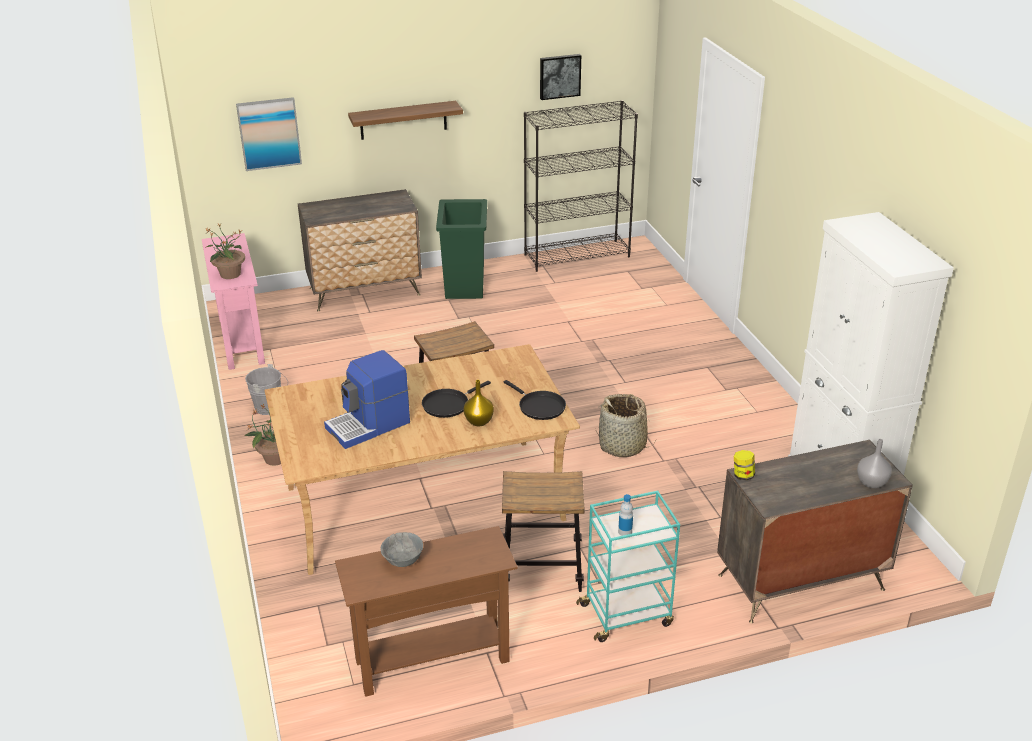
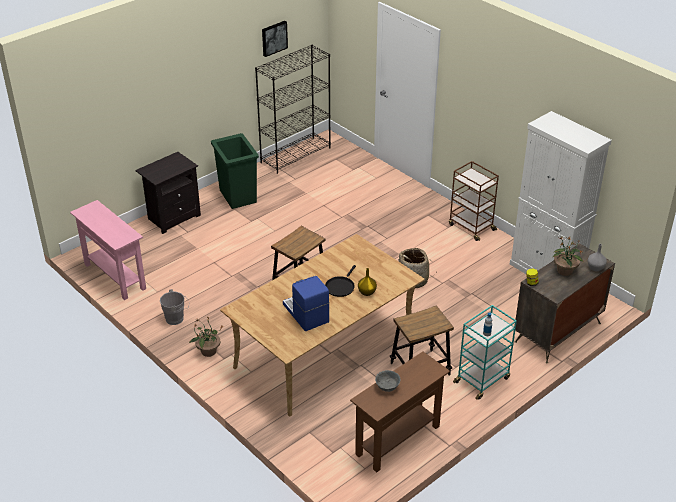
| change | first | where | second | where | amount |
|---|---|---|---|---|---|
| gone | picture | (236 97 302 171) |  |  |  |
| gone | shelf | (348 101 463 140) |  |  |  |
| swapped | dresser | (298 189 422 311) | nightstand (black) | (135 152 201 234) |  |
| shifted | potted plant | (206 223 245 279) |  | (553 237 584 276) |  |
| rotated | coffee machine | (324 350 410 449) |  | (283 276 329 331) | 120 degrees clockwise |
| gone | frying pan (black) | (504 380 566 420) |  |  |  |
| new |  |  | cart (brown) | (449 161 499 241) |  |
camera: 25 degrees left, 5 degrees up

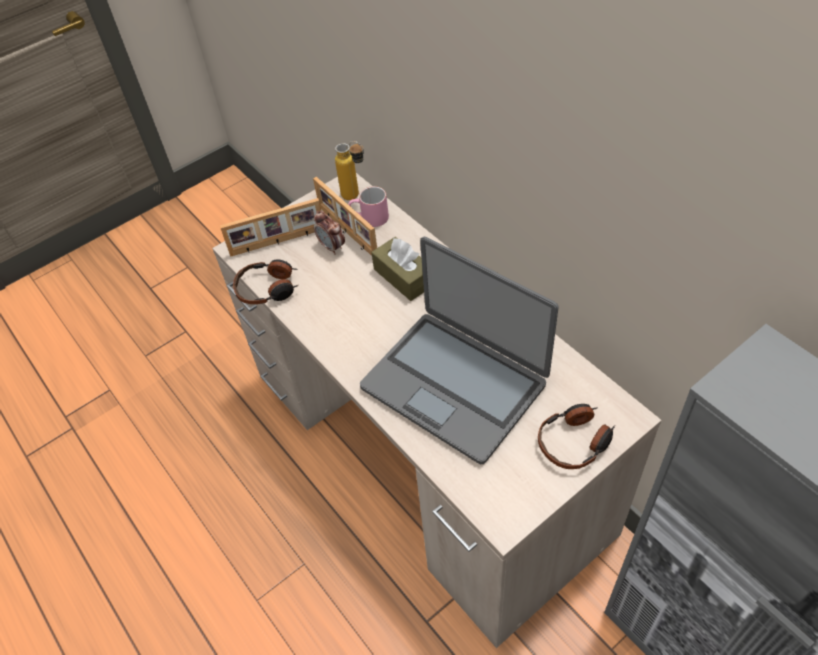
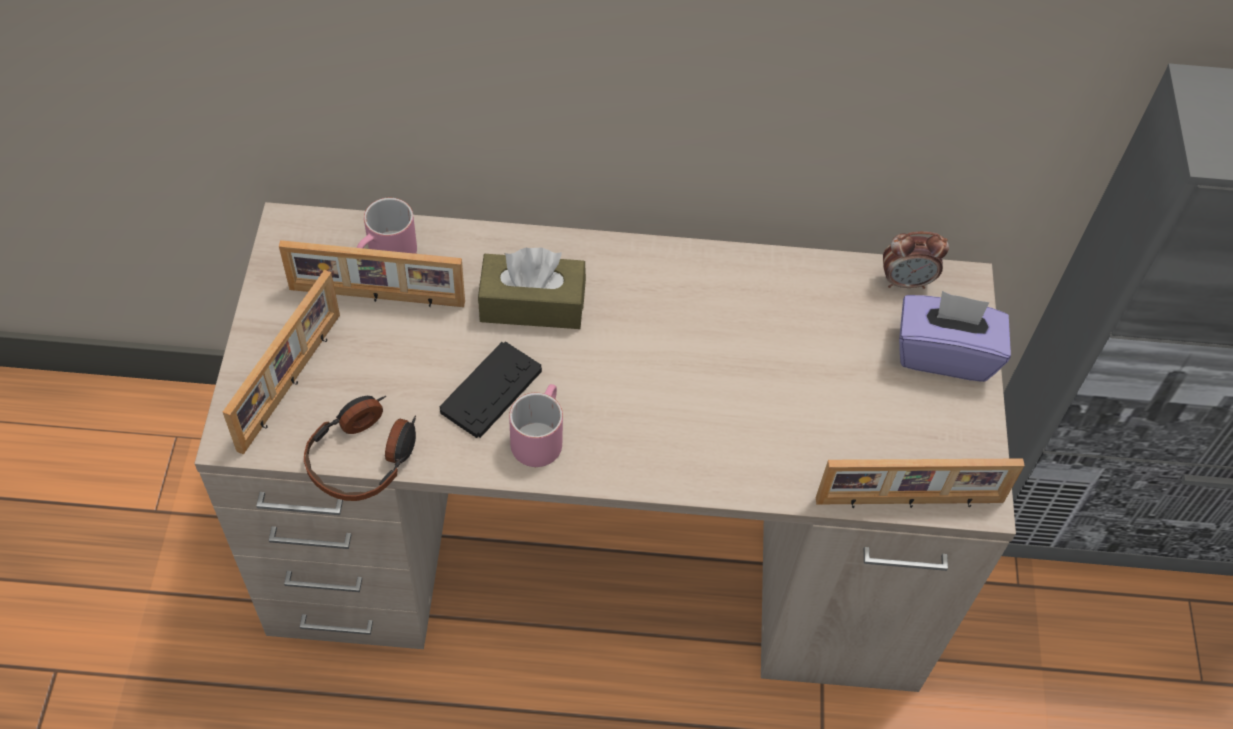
| change | first | where | second | where | amount |
|---|---|---|---|---|---|
| gone | bottle | (335 141 364 200) |  |  |  |
| shifted | alarm clock | (314 211 345 254) |  | (883 232 949 289) |  |
| gone | laptop | (360 237 559 464) |  |  |  |
| swapped | headphones | (538 404 615 469) | tissue box (purple) | (899 291 1011 382) |  |
| new |  |  | game controller (black) | (440 341 542 438) |  |
| new |  |  | mug (pink) | (509 384 563 467) |  |
| new |  |  | picture frame | (816 458 1025 508) |  |
camera: 55 degrees left, 5 degrees up

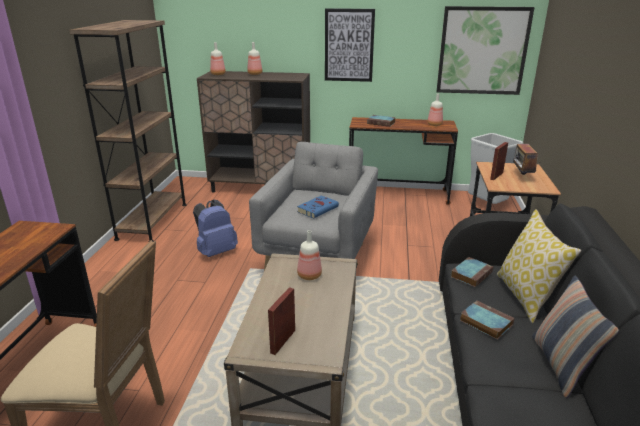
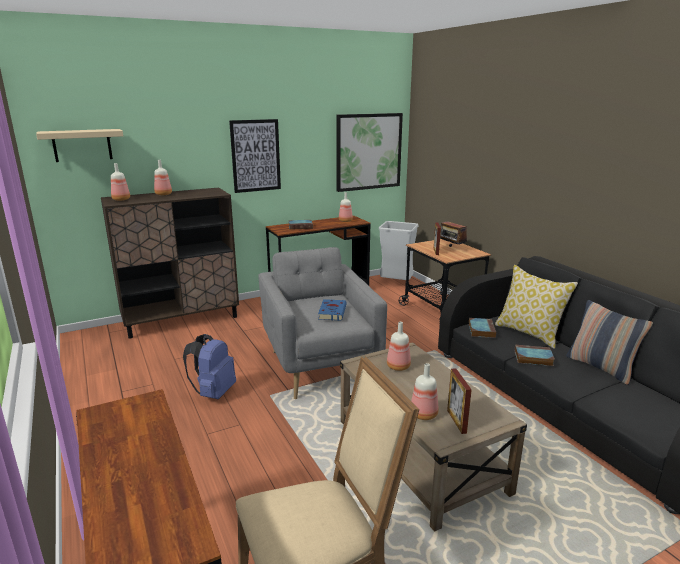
| change | first | where | second | where | amount |
|---|---|---|---|---|---|
| gone | bookcase (brown) | (69 20 187 242) |  |  |  |
| new |  |  | shelf (beige) | (36 129 123 162) |  |
| new |  |  | bottle | (411 363 439 420) |  |
camera: 35 degrees left, 5 degrees down

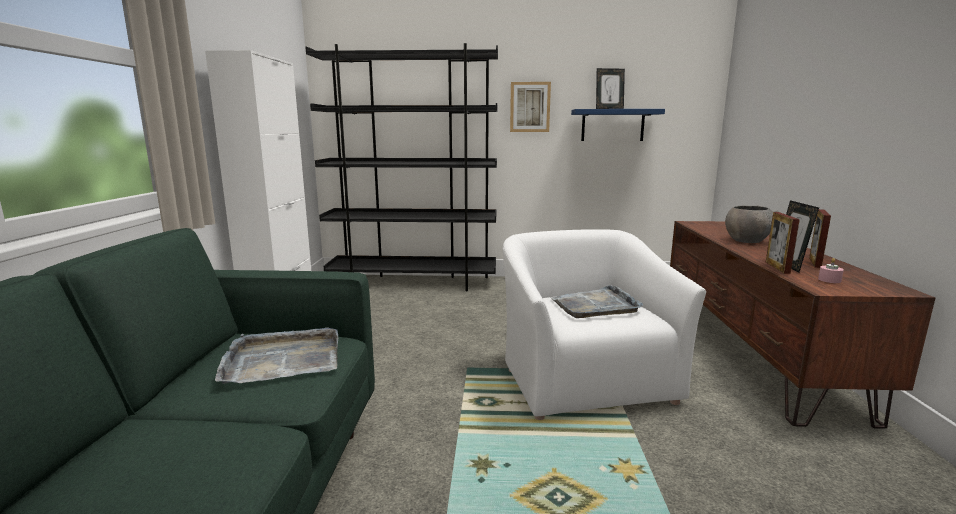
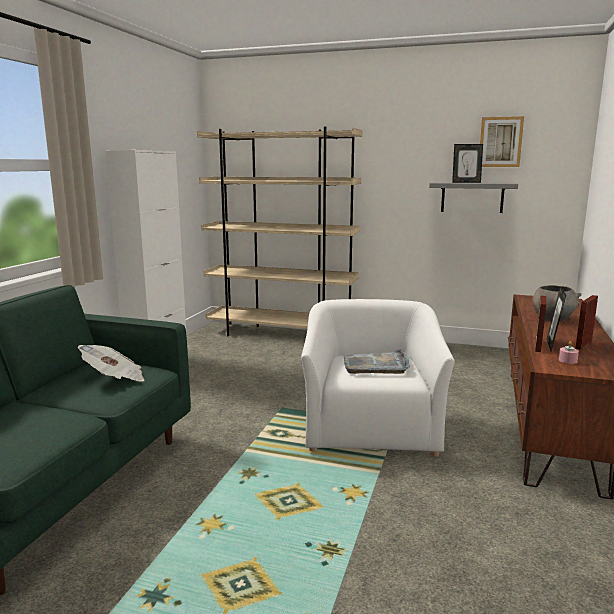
| change | first | where | second | where | amount |
|---|---|---|---|---|---|
| repainted | bookcase (black) | (306 43 498 291) | bookcase (beige) | (197 127 362 336) |  |
| shifted | picture | (510 82 551 132) |  | (480 116 524 167) |  |
| repainted | shelf (blue) | (571 109 665 141) | shelf (grey) | (429 182 518 213) |  |
| swapped | tray (grey) | (215 327 338 384) | newspaper | (78 345 144 382) |  |
camera: 15 degrees right, 0 degrees up

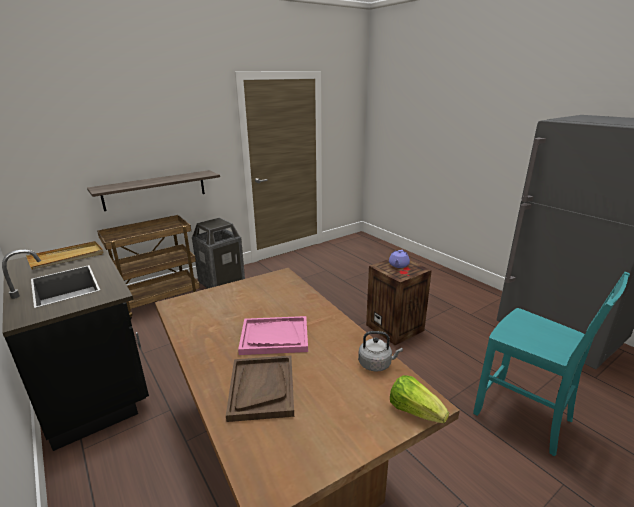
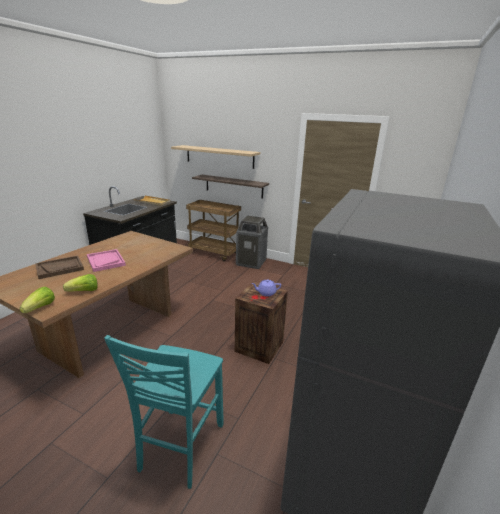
| change | first | where | second | where | amount |
|---|---|---|---|---|---|
| swapped | kettle (grey) | (358 331 403 372) | lettuce | (63 274 98 291) |  |
| new |  |  | shelf | (171 145 260 169) |  |
camera: 60 degrees right, 0 degrees up

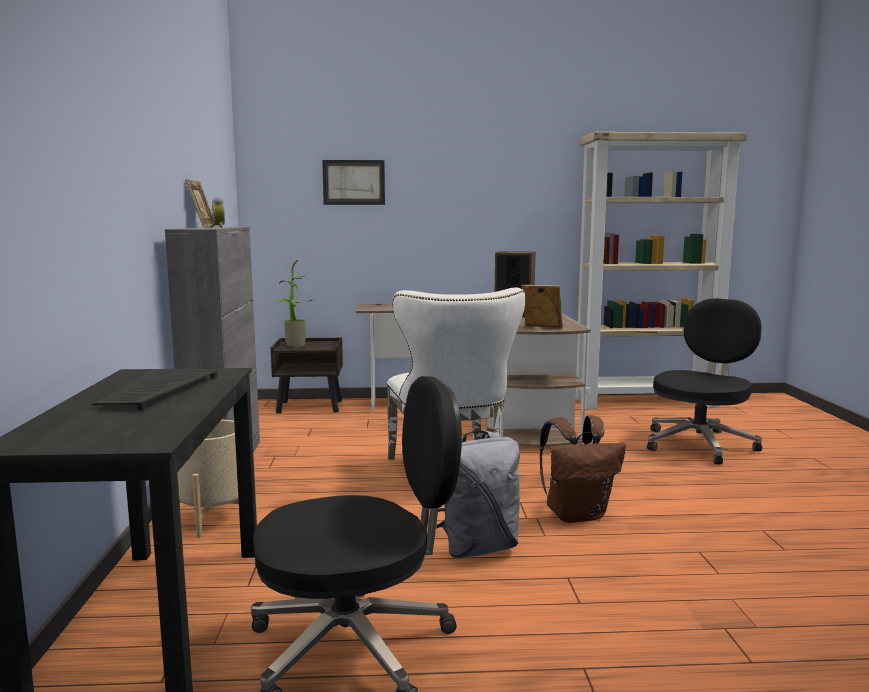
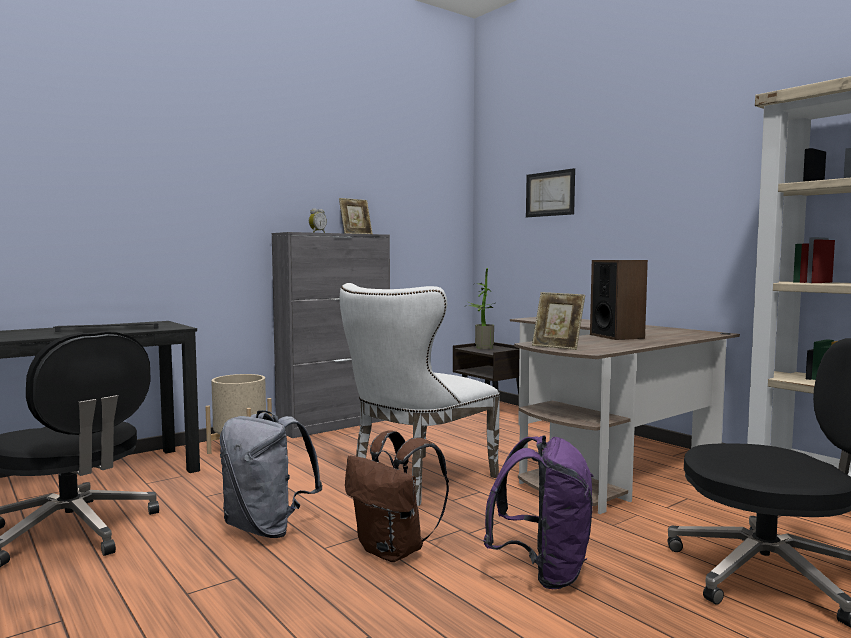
| change | first | where | second | where | amount |
|---|---|---|---|---|---|
| rotated | picture frame | (522 285 563 328) |  | (532 292 585 350) | 135 degrees clockwise |
| new |  |  | backpack (purple) | (483 435 593 589) |  |
camera: 55 degrees right, 5 degrees down

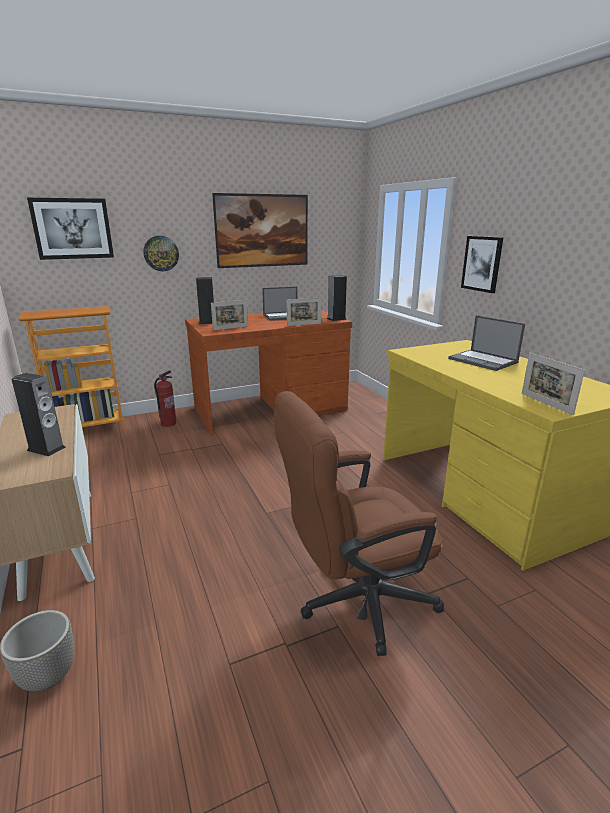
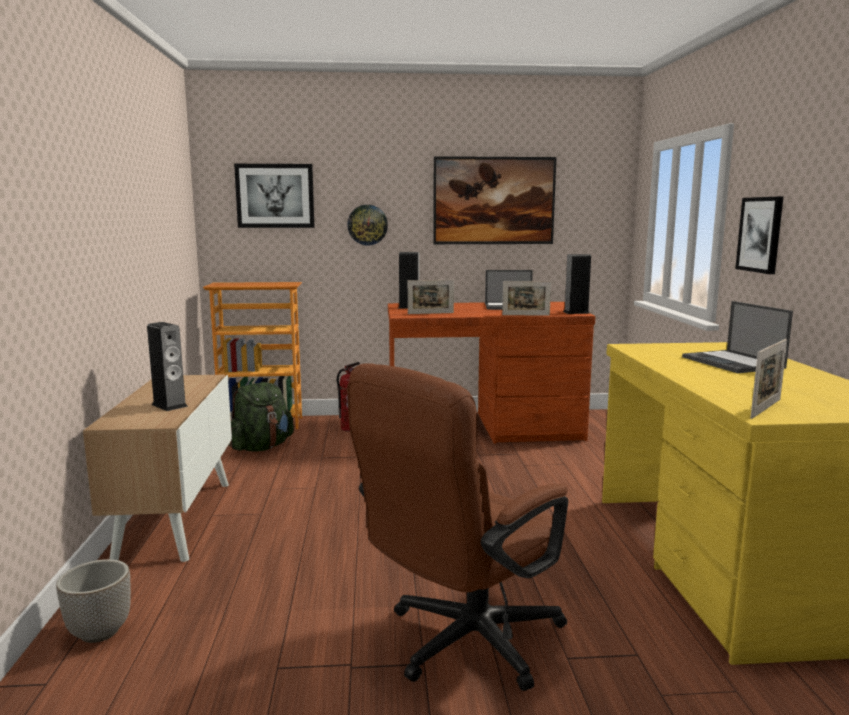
| change | first | where | second | where | amount |
|---|---|---|---|---|---|
| rotated | picture frame | (522 353 585 415) |  | (751 339 787 419) | 135 degrees counterclockwise |
| rotated | office chair (brown) | (274 391 444 656) |  | (347 363 568 691) | 45 degrees counterclockwise |
| new |  |  | backpack (green) | (229 382 294 452) |  |
camera: 20 degrees right, 10 degrees down

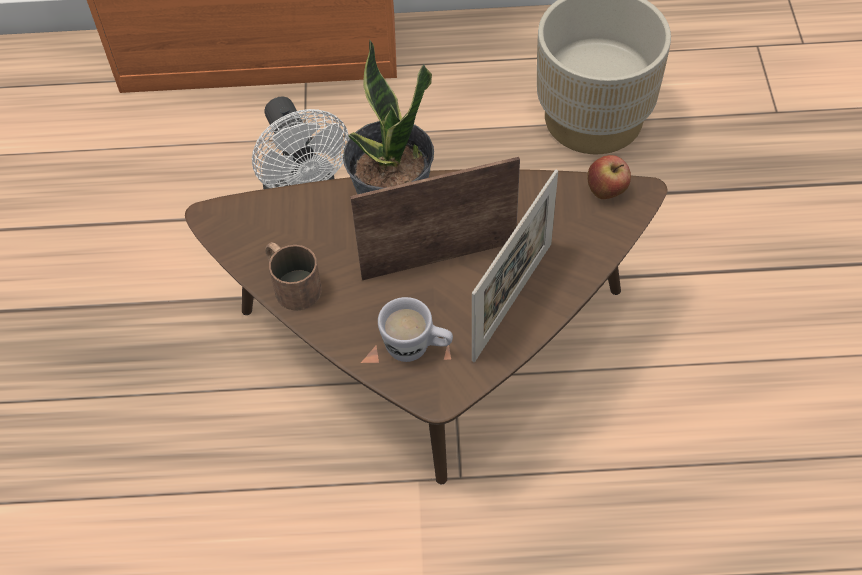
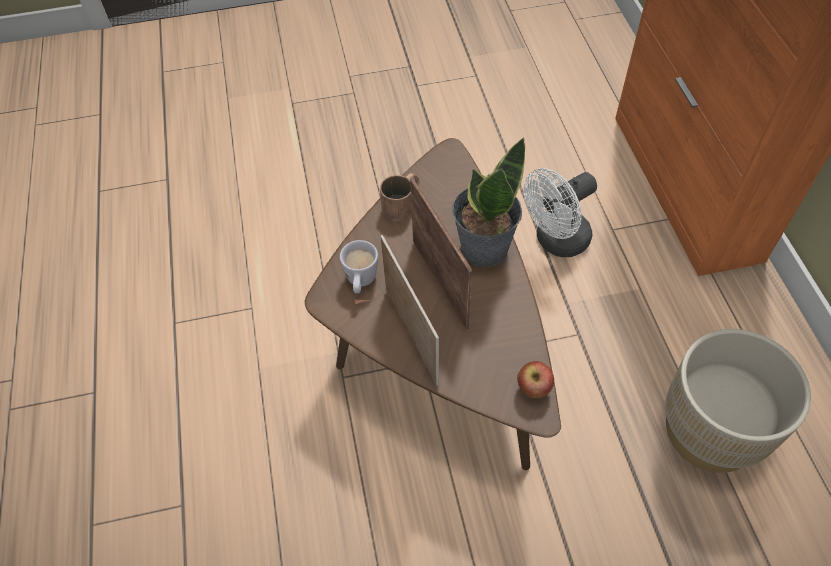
| change | first | where | second | where | amount |
|---|---|---|---|---|---|
| rotated | picture frame | (472 169 558 362) |  | (380 235 439 386) | 135 degrees counterclockwise |
camera: 80 degrees right, 0 degrees up

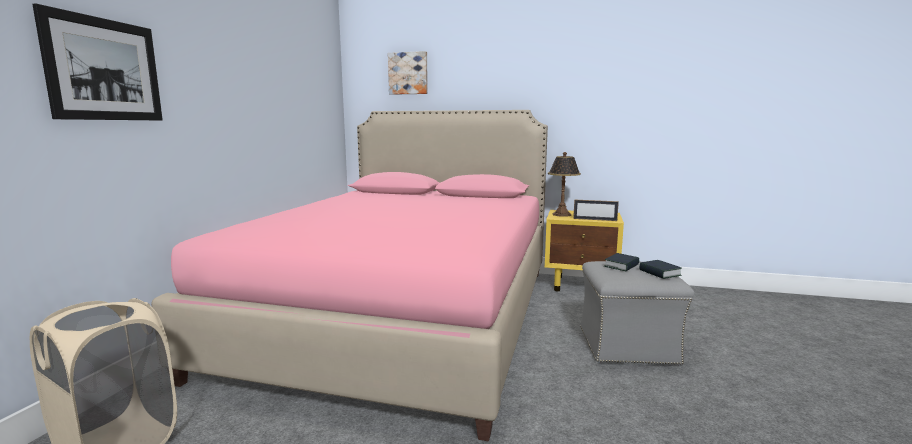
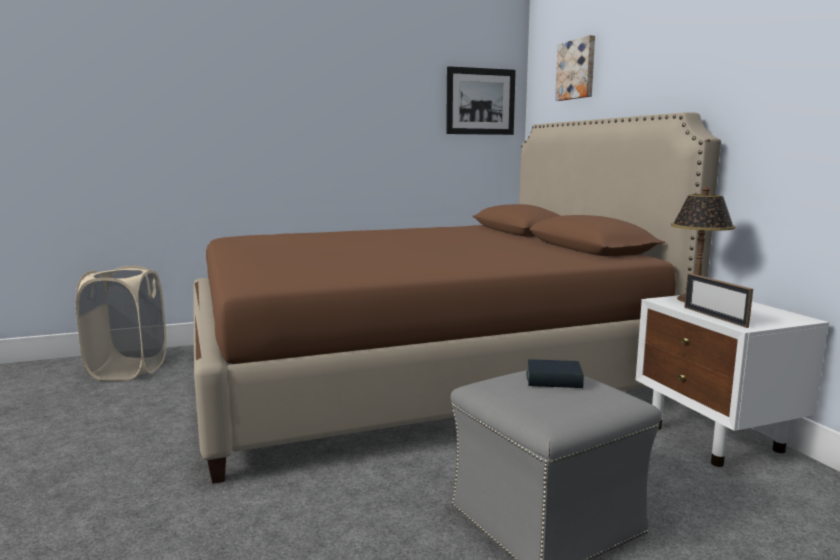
| change | first | where | second | where | amount |
|---|---|---|---|---|---|
| shifted | picture | (32 3 163 120) |  | (446 66 516 135) |  |
| repainted | bed (pink) | (151 110 548 442) | bed (brown) | (193 112 721 484) |  |
| repainted | nightstand (yellow) | (545 210 624 291) | nightstand (white) | (636 295 829 467) |  |
| gone | book | (639 260 682 279) |  |  |  |
camera: 55 degrees right, 0 degrees up

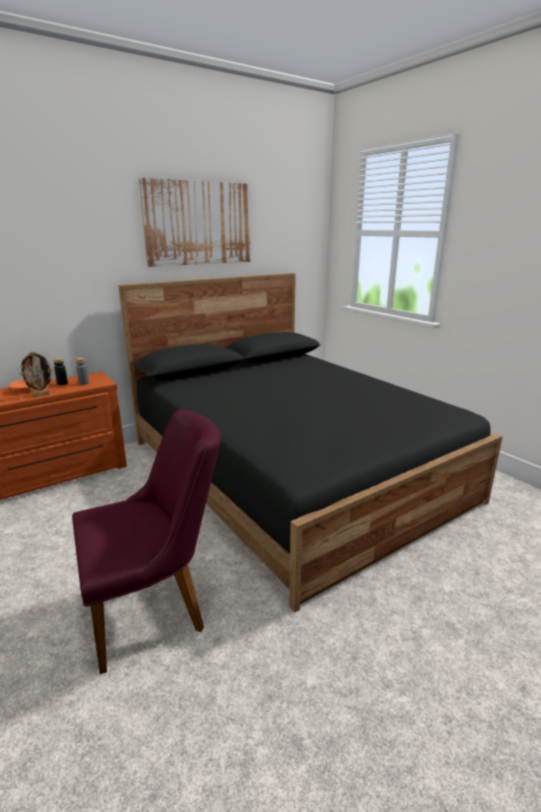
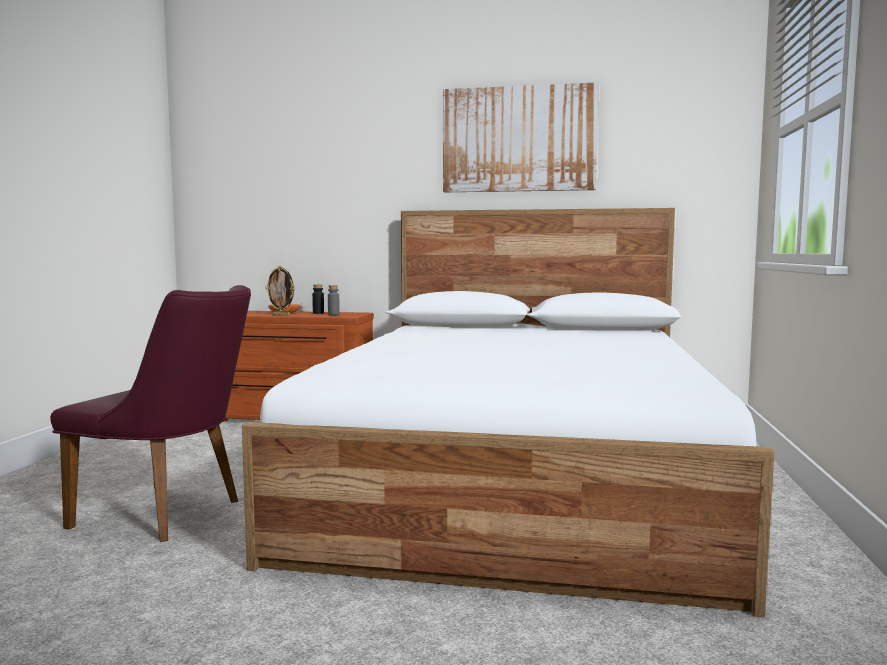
| change | first | where | second | where | amount |
|---|---|---|---|---|---|
| repainted | bed (black) | (118 273 503 612) | bed (white) | (242 208 774 617) |  |
camera: 45 degrees right, 15 degrees down

